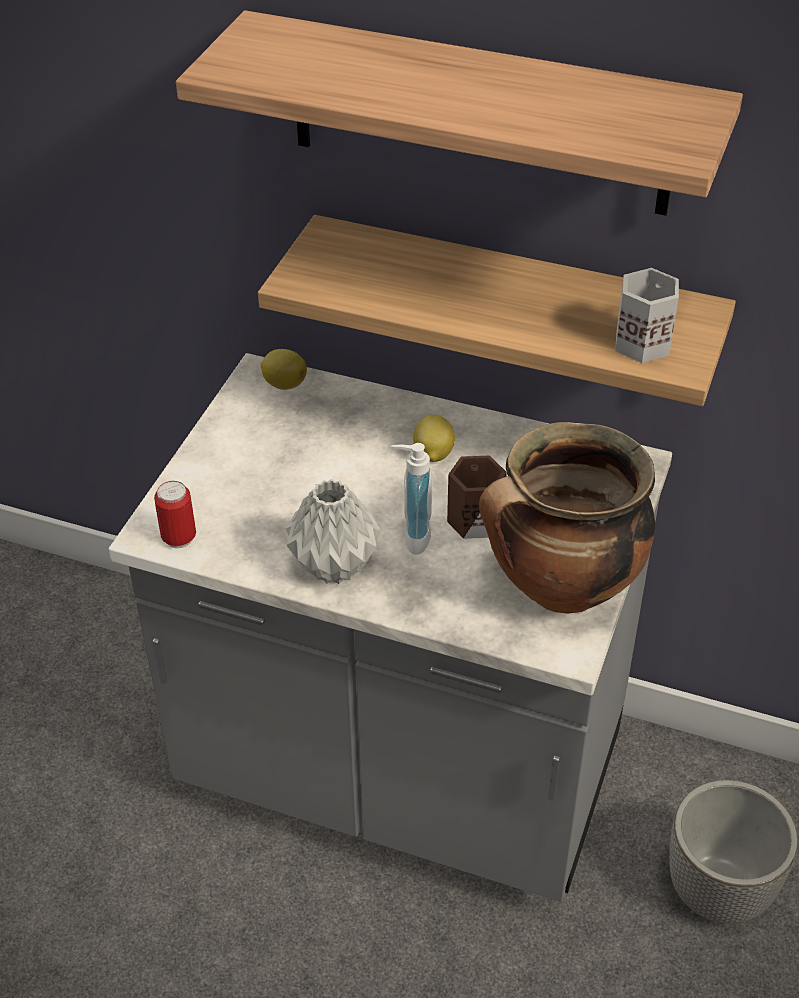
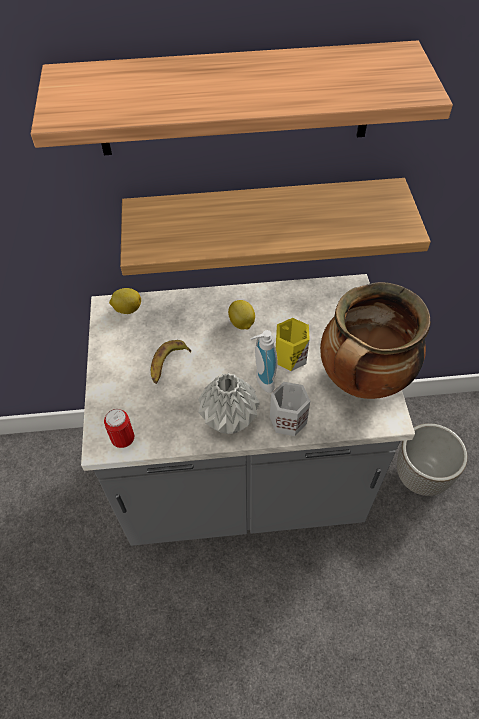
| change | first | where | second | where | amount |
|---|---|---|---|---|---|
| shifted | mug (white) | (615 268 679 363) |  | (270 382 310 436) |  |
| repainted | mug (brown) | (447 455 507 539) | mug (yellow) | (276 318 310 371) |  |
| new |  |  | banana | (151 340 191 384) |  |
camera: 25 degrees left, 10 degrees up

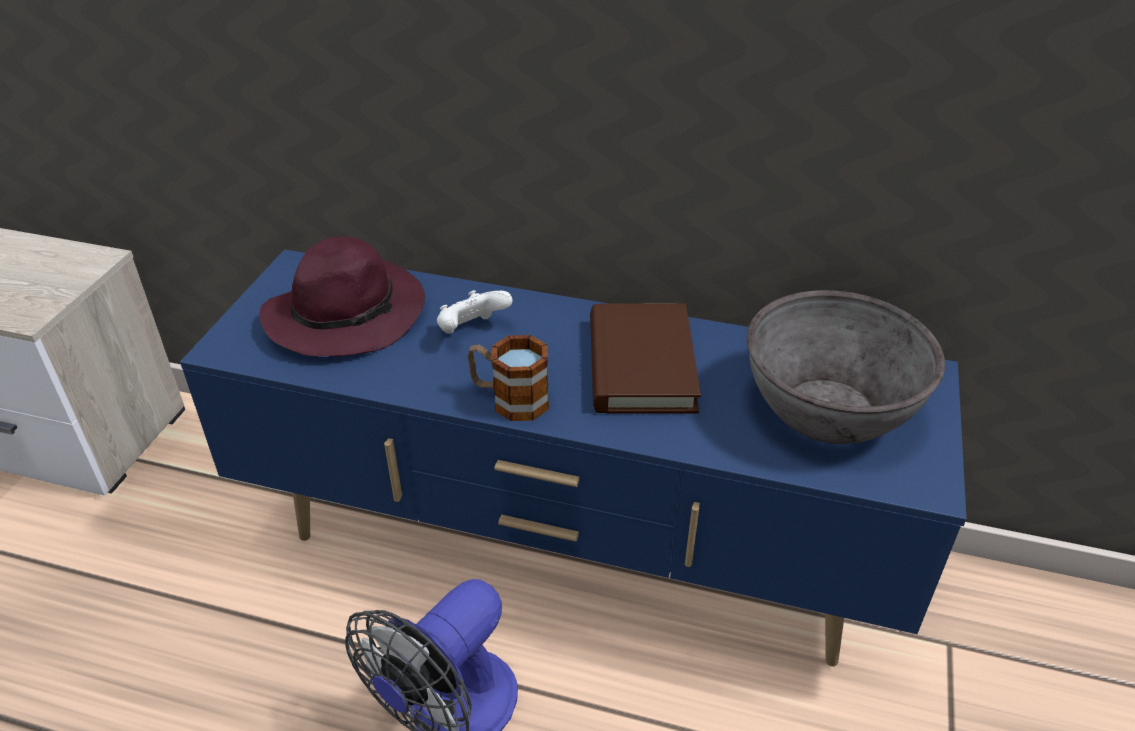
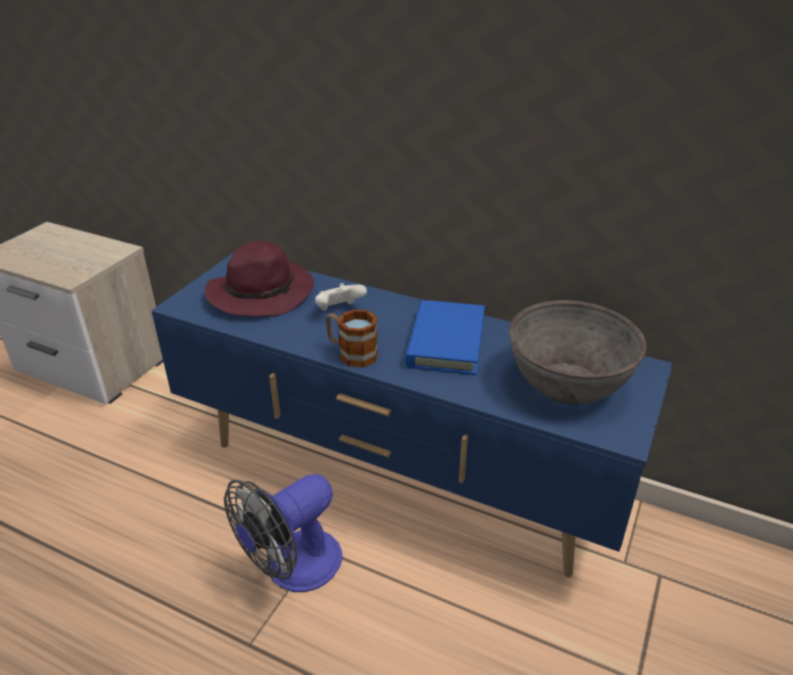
| change | first | where | second | where | amount |
|---|---|---|---|---|---|
| repainted | book (brown) | (590 303 701 413) | book (blue) | (405 300 485 375) |  |
camera: 10 degrees right, 5 degrees down

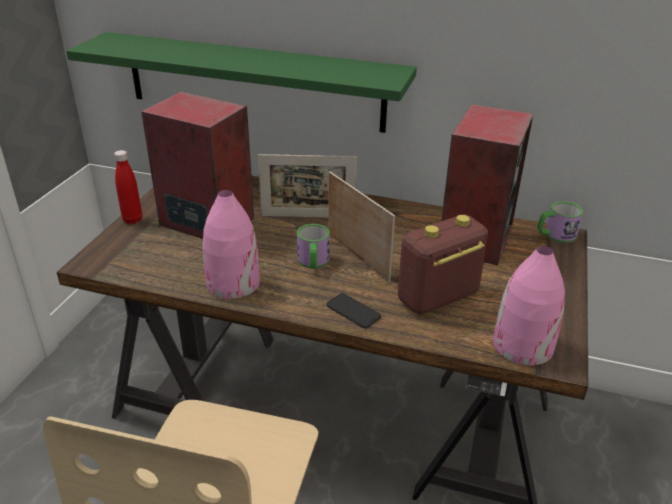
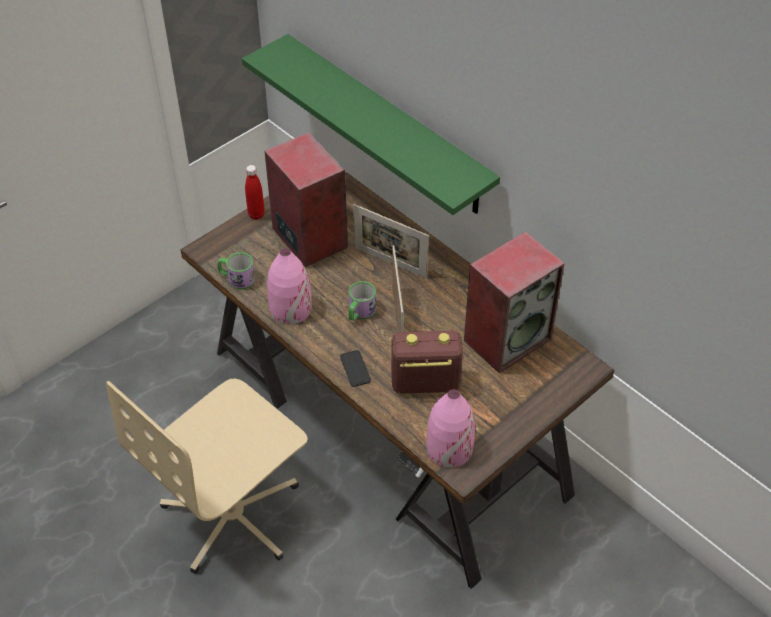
| change | first | where | second | where | amount |
|---|---|---|---|---|---|
| shifted | mug | (537 202 583 243) |  | (217 252 255 290) |  |
camera: 30 degrees right, 15 degrees up

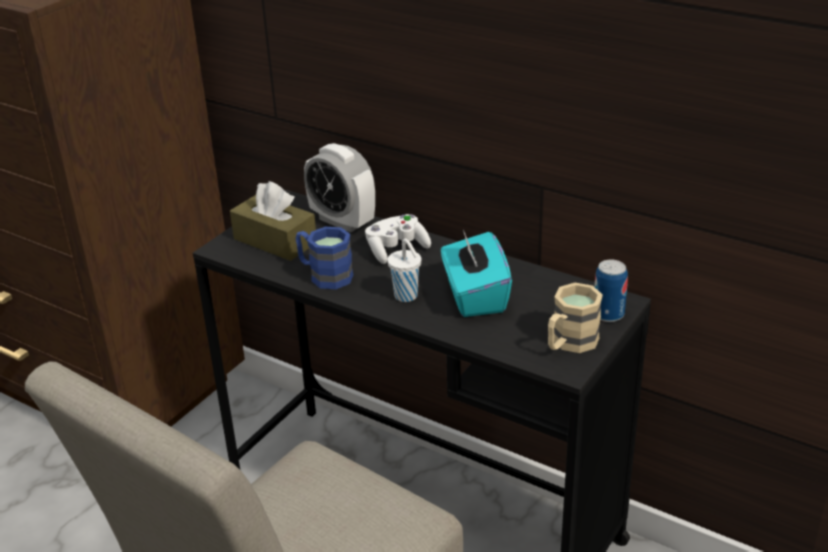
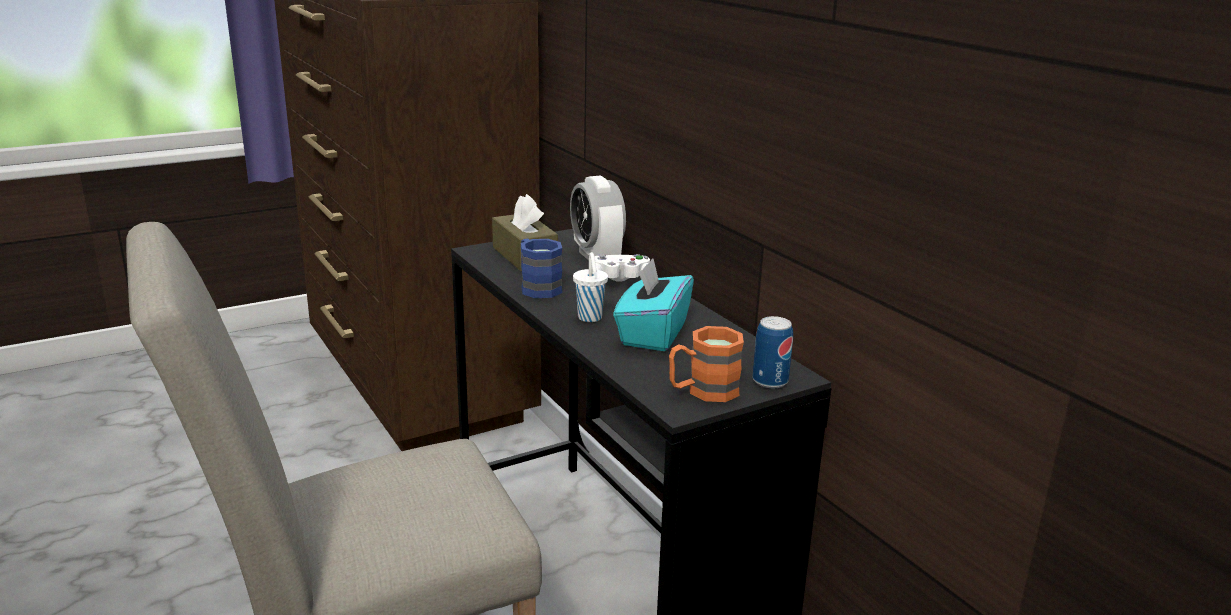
| change | first | where | second | where | amount |
|---|---|---|---|---|---|
| repainted | mug (beige) | (548 283 603 353) | mug (orange) | (669 326 744 402) |  |
camera: 25 degrees right, 10 degrees down

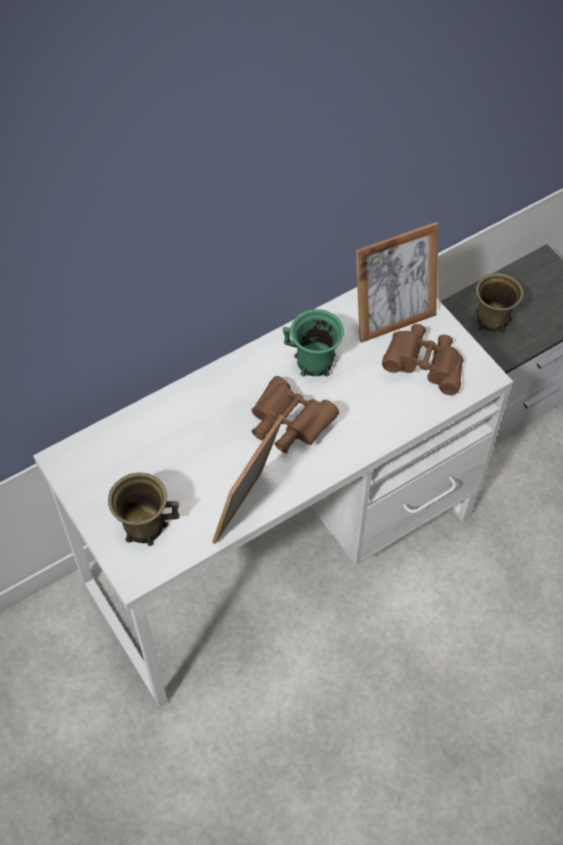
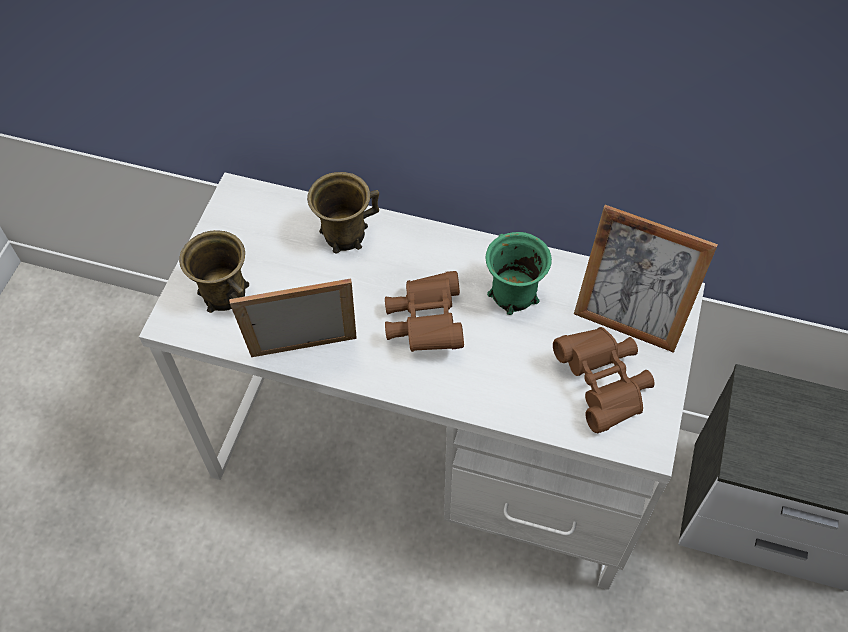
| change | first | where | second | where | amount |
|---|---|---|---|---|---|
| shifted | mug (brown) | (475 273 523 333) |  | (307 172 379 253) |  |
camera: 50 degrees right, 0 degrees up

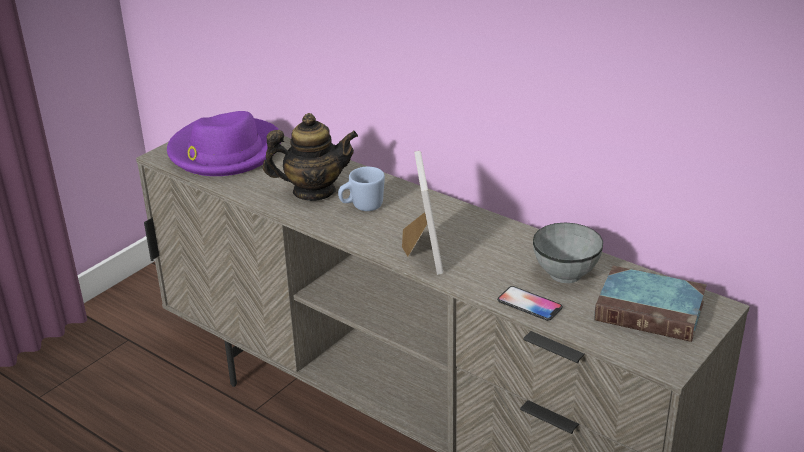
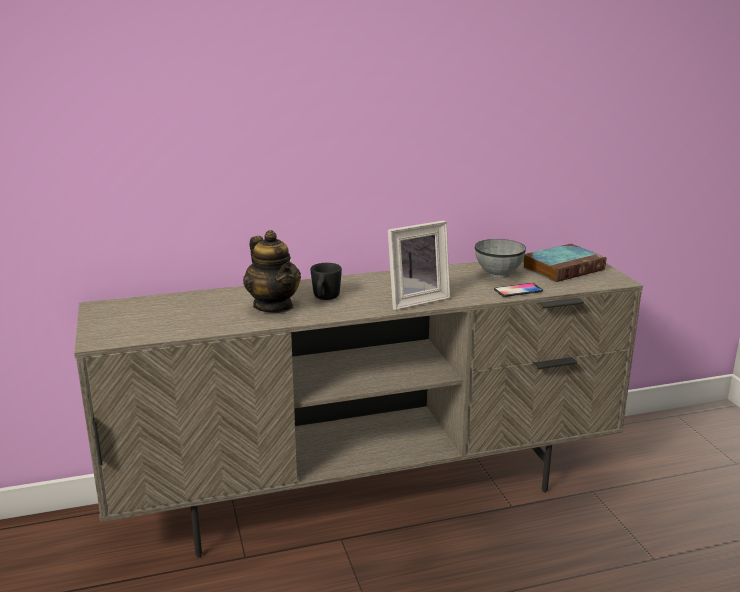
| change | first | where | second | where | amount |
|---|---|---|---|---|---|
| gone | hat (purple) | (167 111 279 176) |  |  |  |
| rotated | teapot | (263 113 358 201) |  | (243 230 301 313) | 120 degrees clockwise |
| rotated | picture frame | (402 151 443 275) |  | (388 220 450 310) | 120 degrees clockwise |
| repainted | mug (blue) | (338 167 385 211) | mug (black) | (310 263 342 300) |  |
camera: 55 degrees left, 10 degrees down

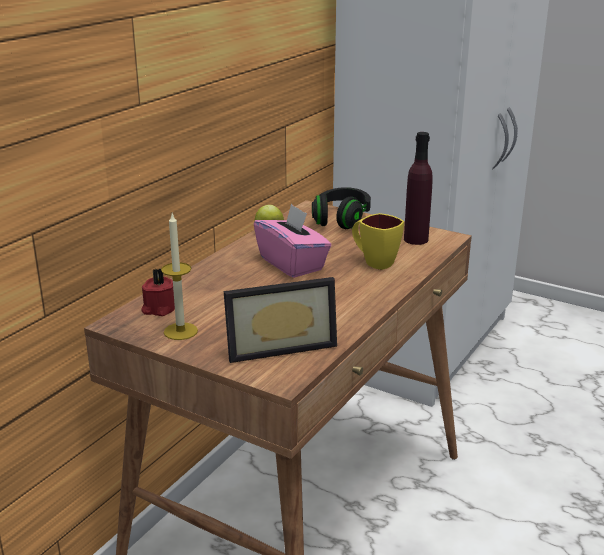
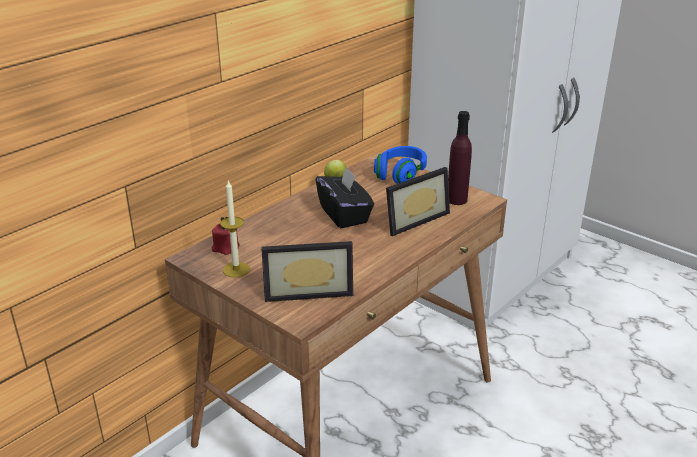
| change | first | where | second | where | amount |
|---|---|---|---|---|---|
| repainted | headphones (black) | (312 187 371 229) | headphones (blue) | (374 146 427 184) |  |
| repainted | tissue box (pink) | (254 204 332 278) | tissue box (black) | (316 166 374 228) |  |
| swapped | mug (yellow) | (352 213 404 270) | picture frame | (386 167 450 236) |  |
camera: 10 degrees right, 5 degrees up

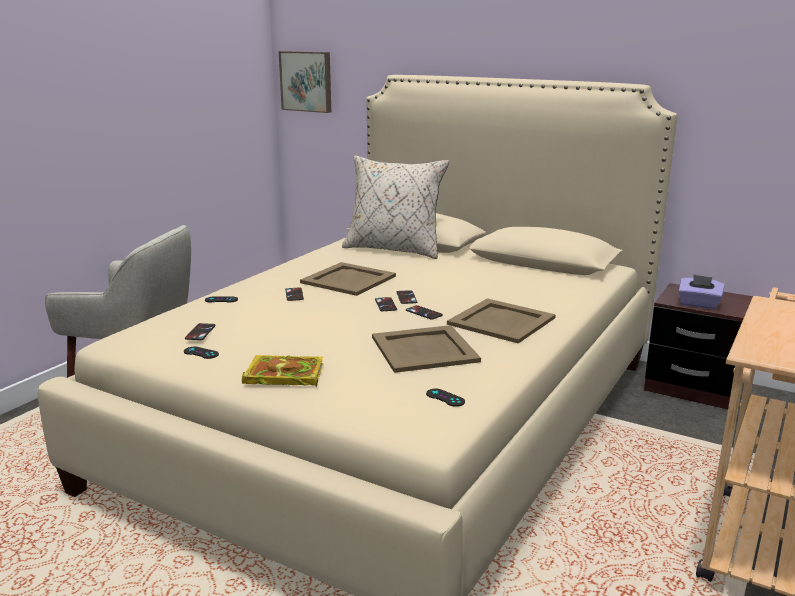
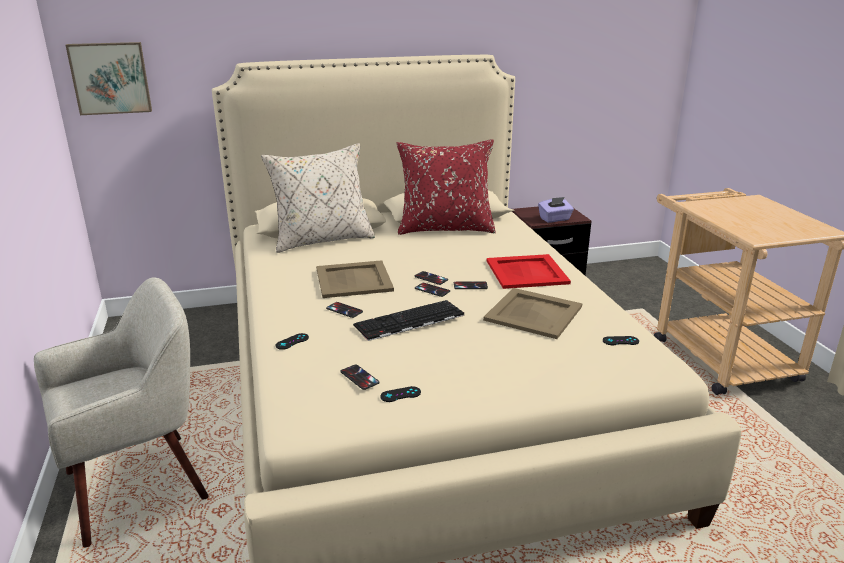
| change | first | where | second | where | amount |
|---|---|---|---|---|---|
| repainted | tray (beige) | (447 298 556 343) | tray (red) | (487 254 571 289) |  |
| gone | book | (242 355 324 387) |  |  |  |
| new |  |  | pillow (red) | (396 139 496 235) |  |
| new |  |  | keyboard | (353 300 464 341) |  |
camera: 45 degrees left, 5 degrees up

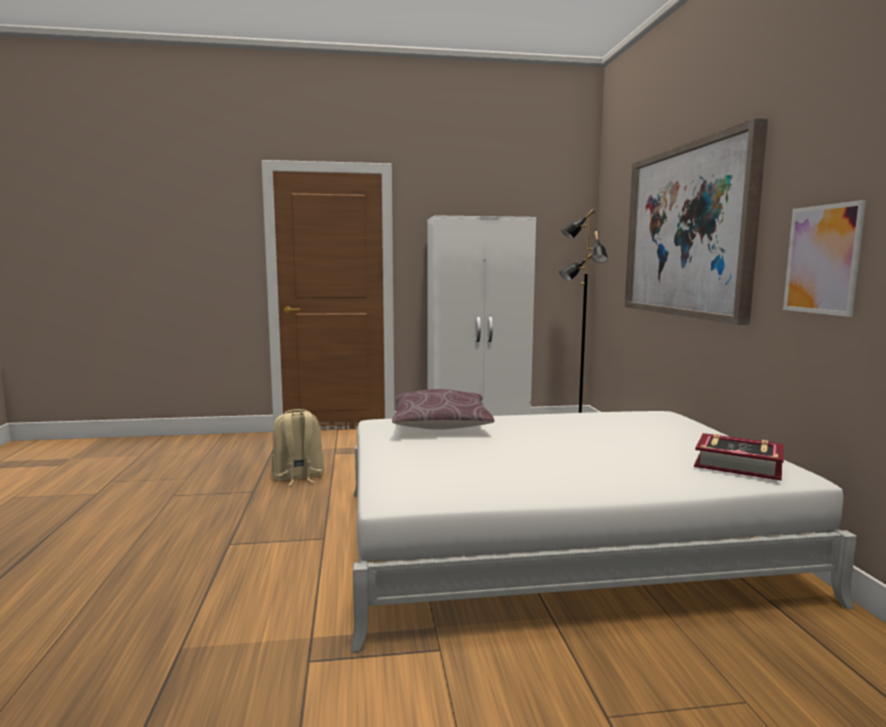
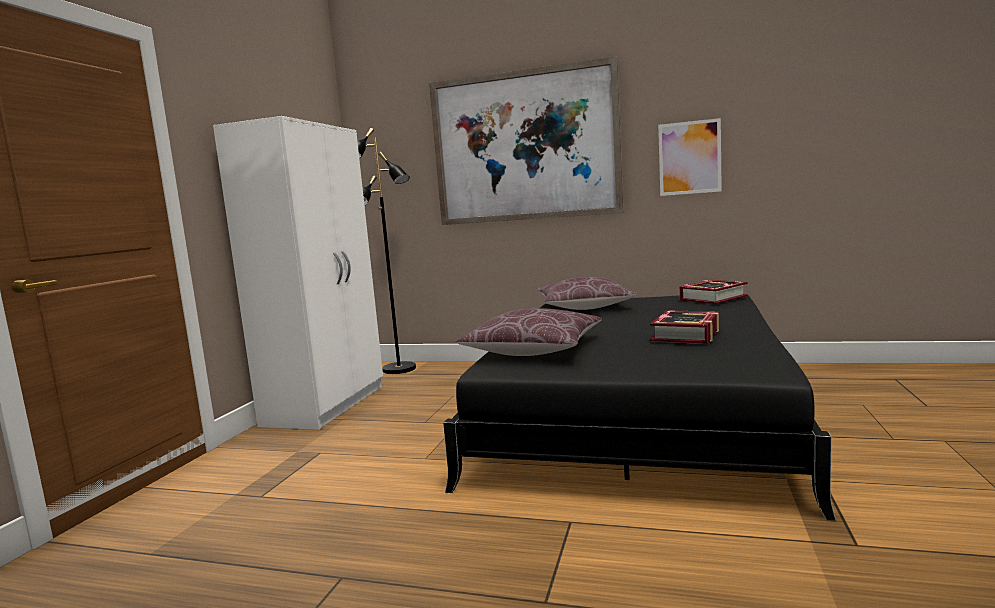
| change | first | where | second | where | amount |
|---|---|---|---|---|---|
| gone | backpack (beige) | (271 409 324 486) |  |  |  |
| repainted | bed (white) | (351 411 857 652) | bed (black) | (443 295 836 521) |  |
| new |  |  | pillow (brown) | (538 277 637 310) |  |
| new |  |  | book | (650 310 719 344) |  |
camera: 65 degrees left, 0 degrees up

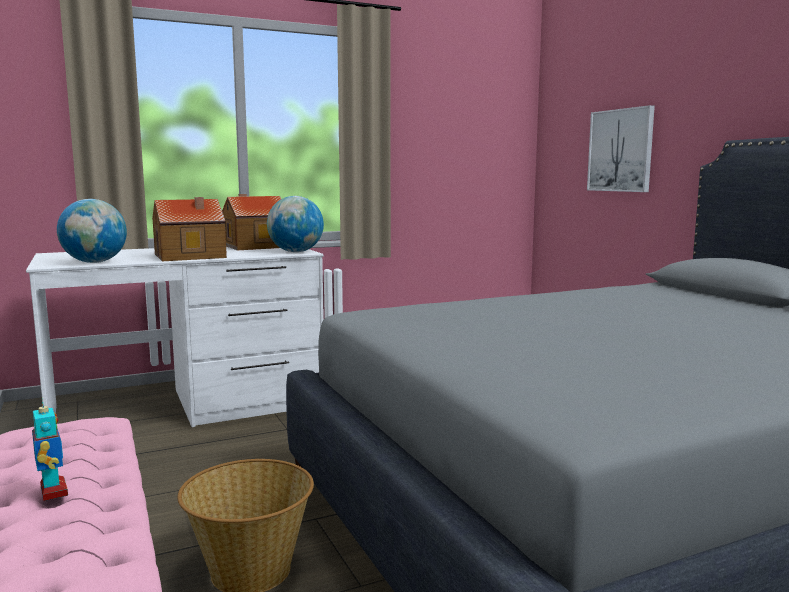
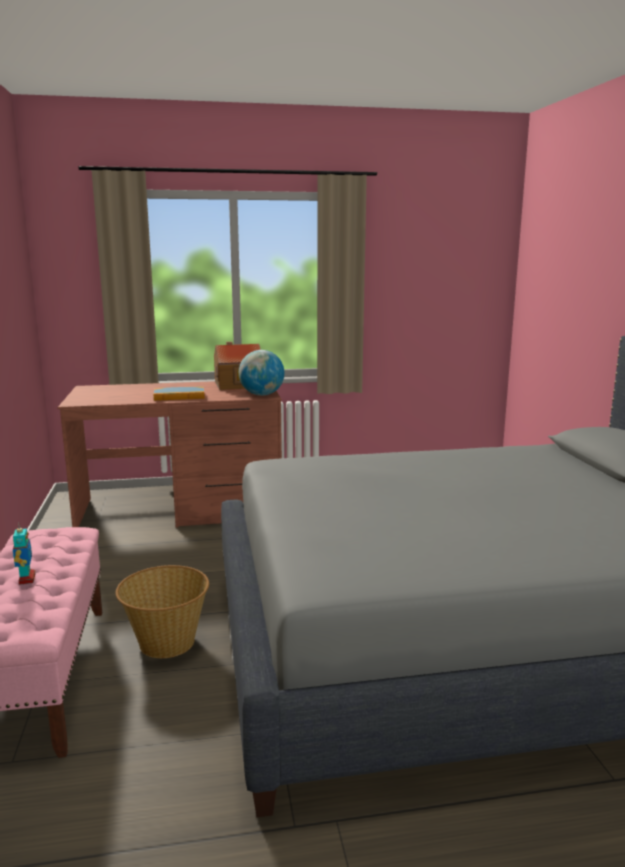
| change | first | where | second | where | amount |
|---|---|---|---|---|---|
| gone | picture | (587 105 655 192) |  |  |  |
| swapped | toy house | (152 197 227 261) | book | (154 387 205 401) |  |
| gone | globe | (57 199 127 263) |  |  |  |
| repainted | desk (white) | (26 247 324 427) | desk (brown) | (57 381 282 527) |  |
camera: 15 degrees right, 5 degrees up

